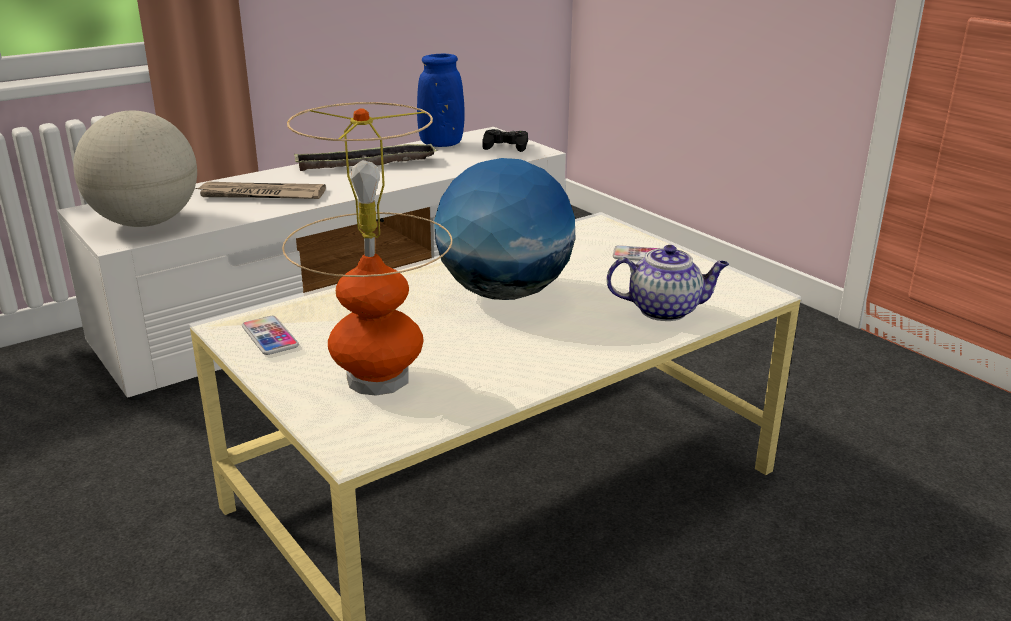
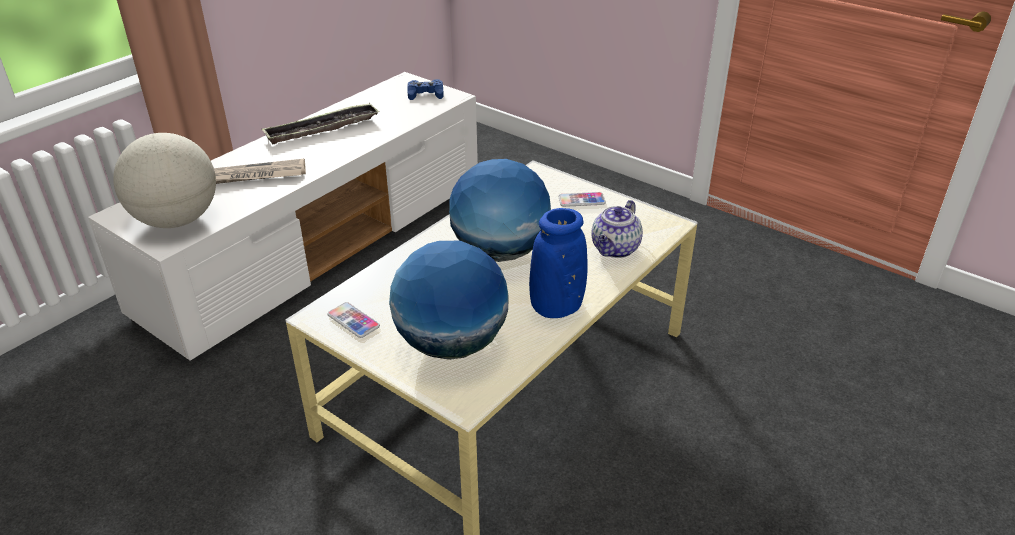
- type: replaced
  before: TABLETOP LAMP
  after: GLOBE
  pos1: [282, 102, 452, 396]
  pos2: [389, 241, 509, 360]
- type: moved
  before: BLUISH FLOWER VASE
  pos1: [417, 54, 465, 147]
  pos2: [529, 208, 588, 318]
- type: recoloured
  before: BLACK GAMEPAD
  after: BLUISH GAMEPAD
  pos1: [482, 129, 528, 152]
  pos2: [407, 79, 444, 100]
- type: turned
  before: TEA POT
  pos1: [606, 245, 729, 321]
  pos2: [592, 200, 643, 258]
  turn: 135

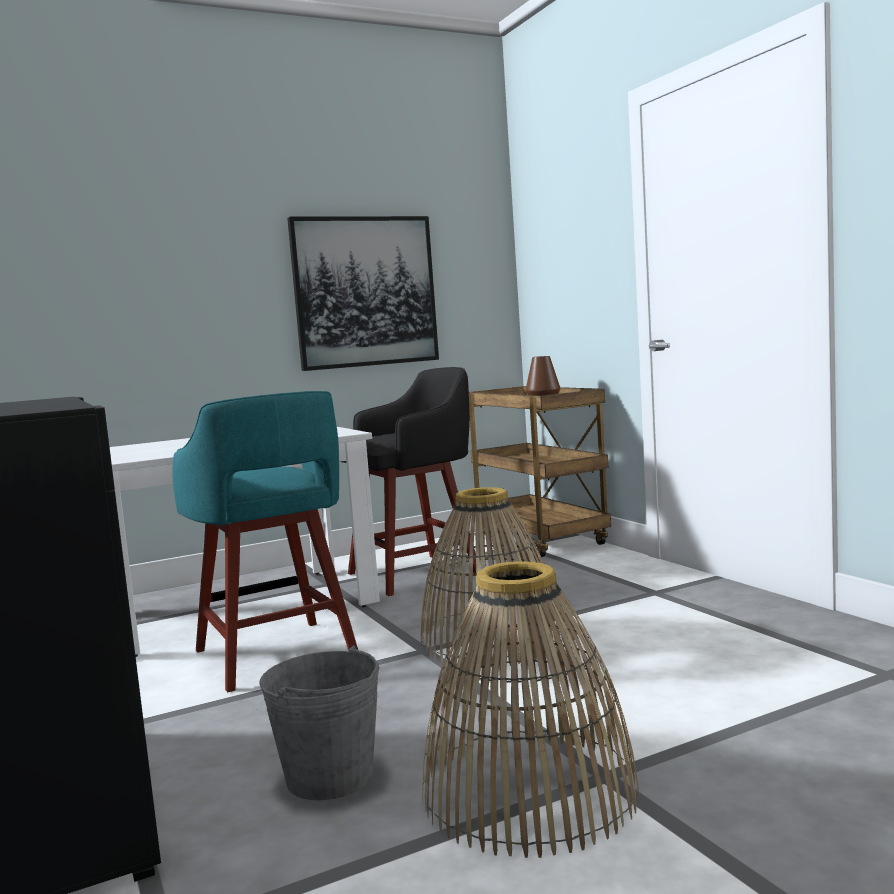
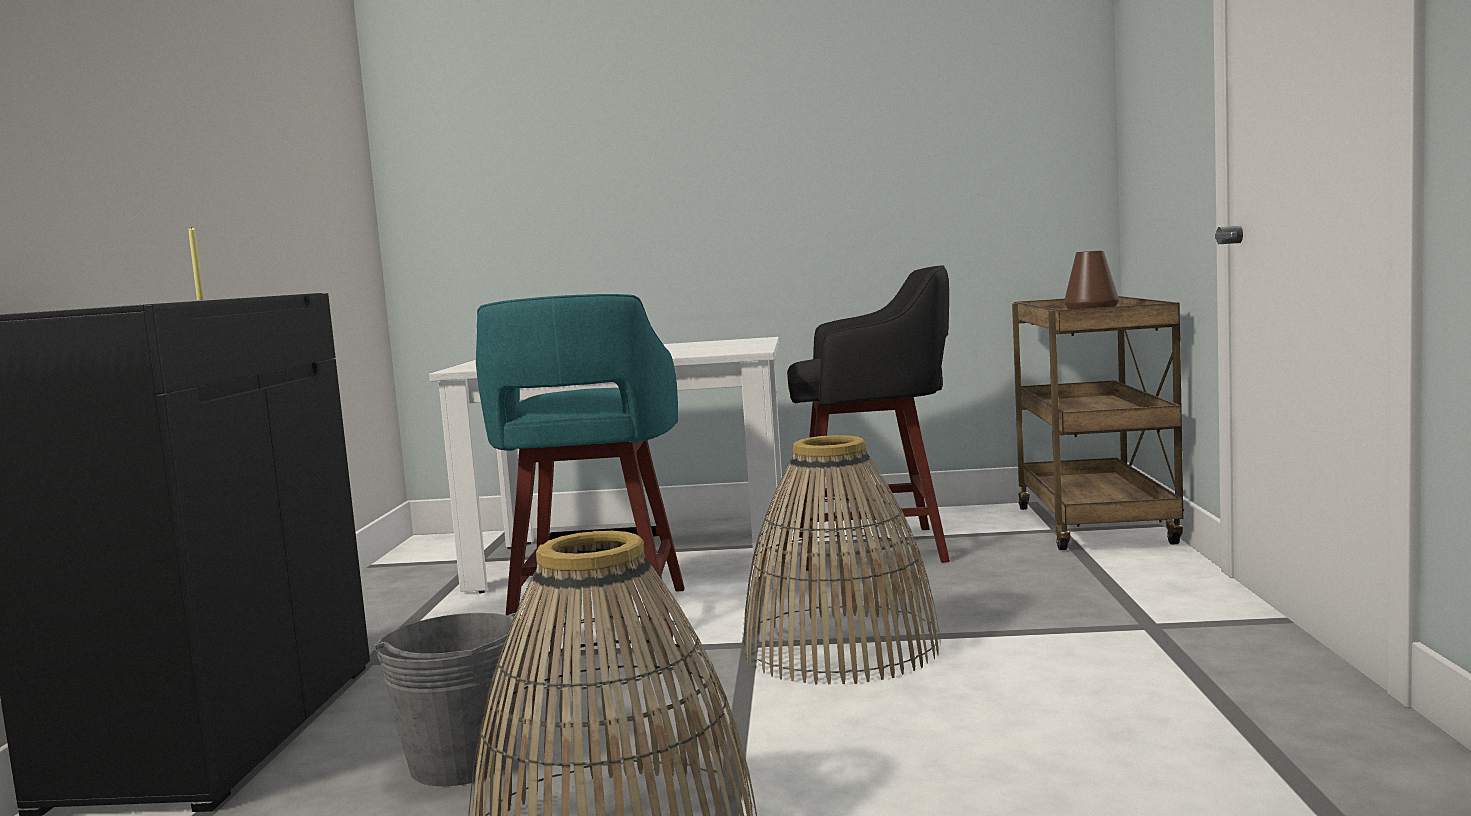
- type: removed
  before: WALL ART
  pos1: [287, 216, 439, 371]
- type: added
  after: YELLOWISH CANDLE
  pos2: [189, 226, 204, 300]

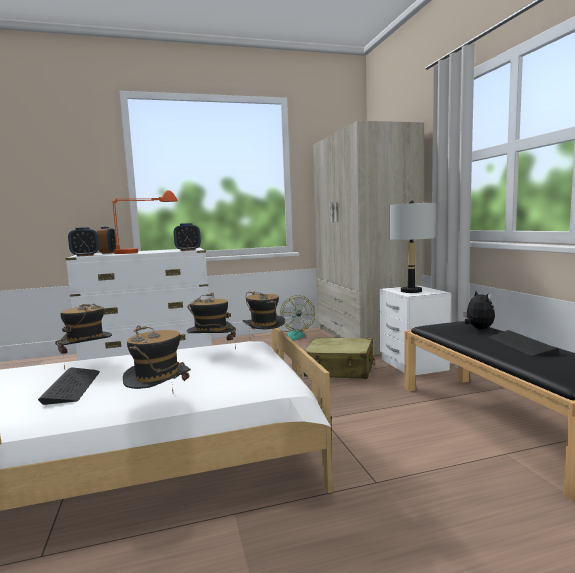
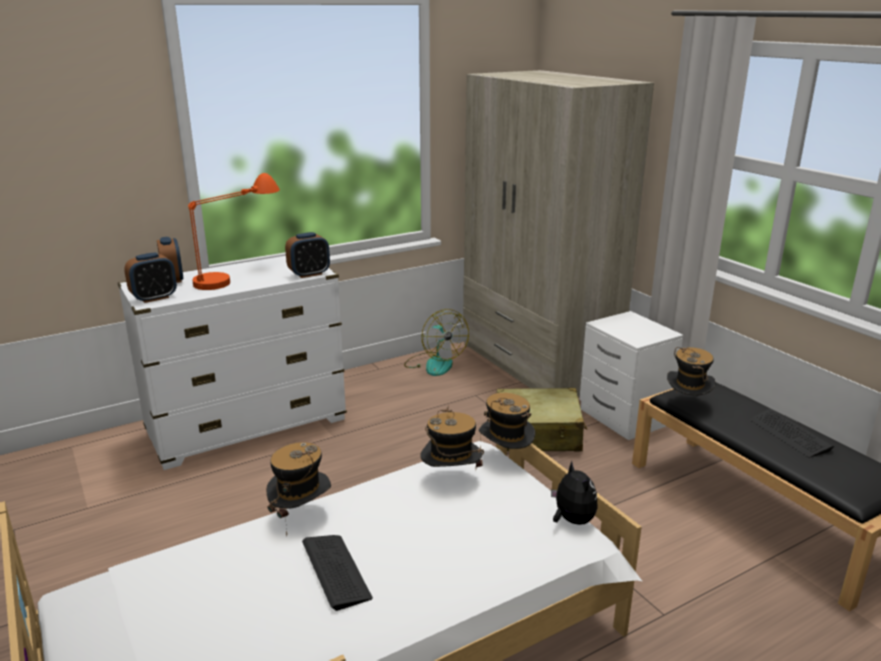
- type: moved
  before: CLOTHING HAT
  pos1: [123, 325, 191, 392]
  pos2: [667, 347, 716, 396]
- type: removed
  before: GRAY TABLETOP LAMP
  pos1: [389, 200, 435, 293]
- type: moved
  before: CUDDLY TOY
  pos1: [463, 291, 495, 329]
  pos2: [551, 461, 598, 525]

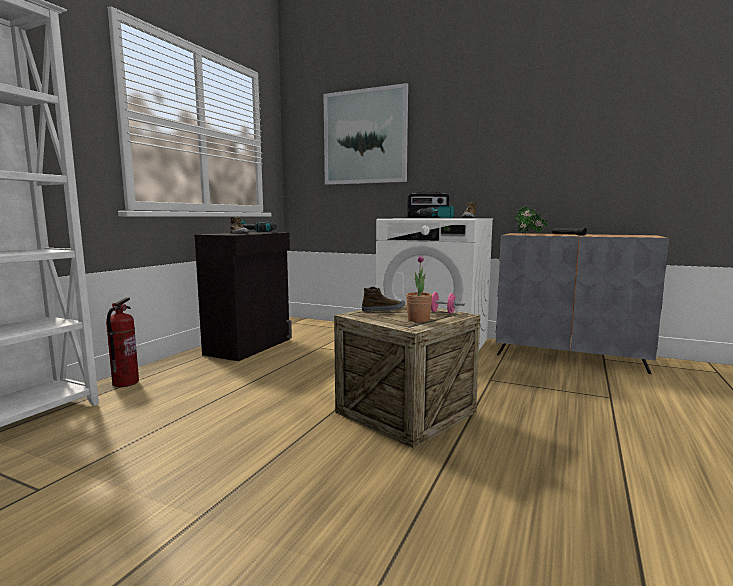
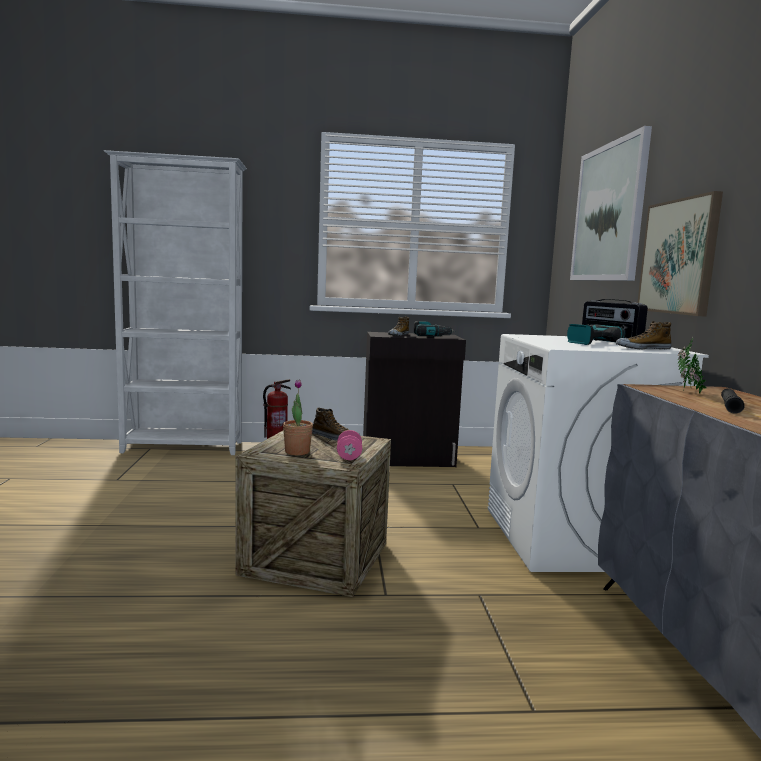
- type: added
  after: WALL ART
  pos2: [637, 191, 723, 316]

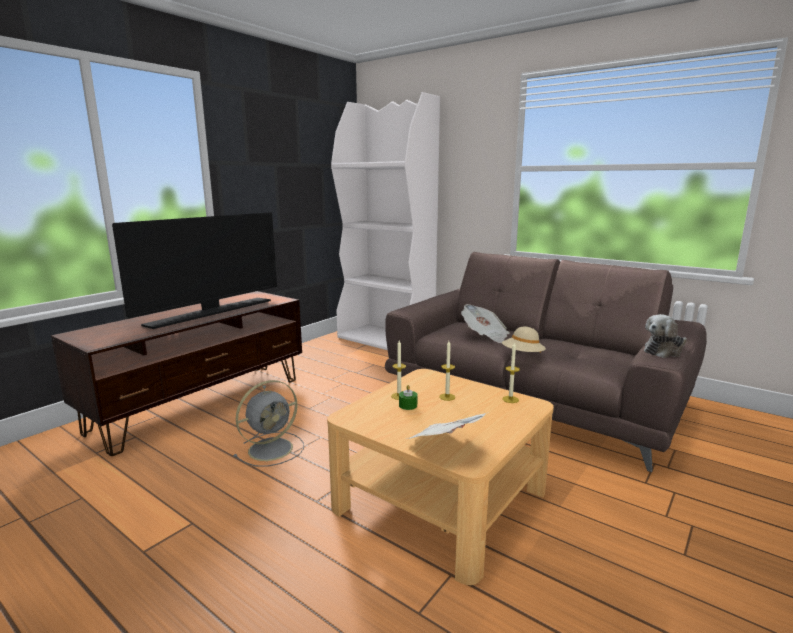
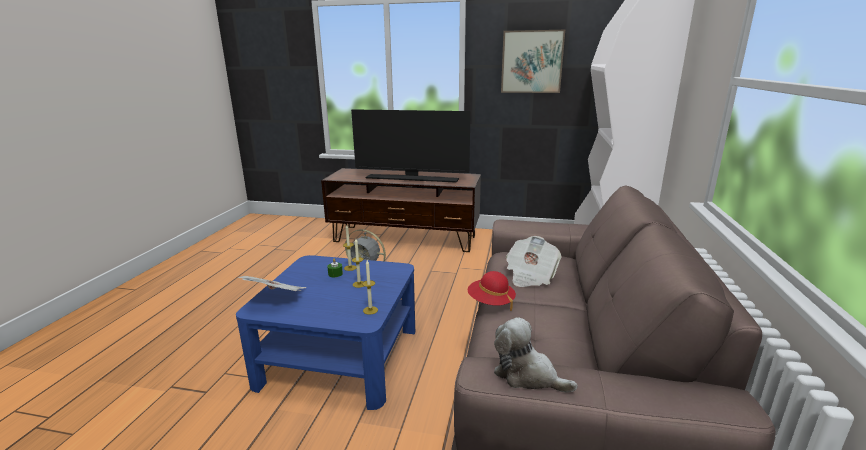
- type: recoloured
  before: BEIGE LOUNGE TABLE
  after: BLUISH LOUNGE TABLE
  pos1: [327, 369, 554, 585]
  pos2: [236, 255, 415, 410]
- type: recoloured
  before: BEIGE CLOTHING HAT
  after: REDDISH CLOTHING HAT
  pos1: [502, 327, 546, 353]
  pos2: [468, 271, 516, 311]
- type: added
  after: WALL ART
  pos2: [501, 30, 565, 93]

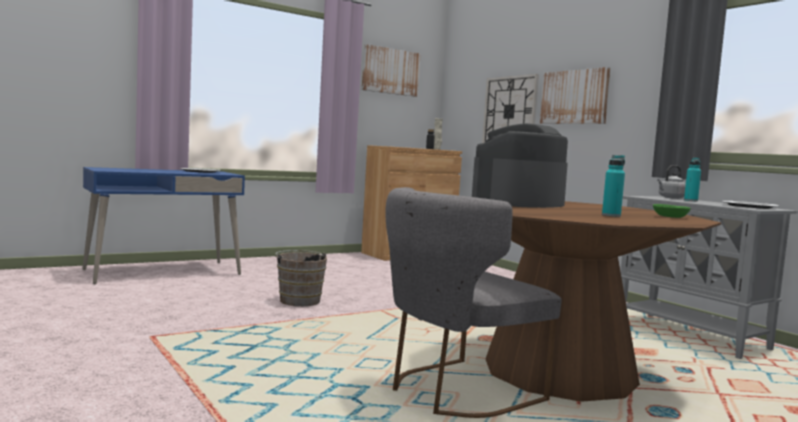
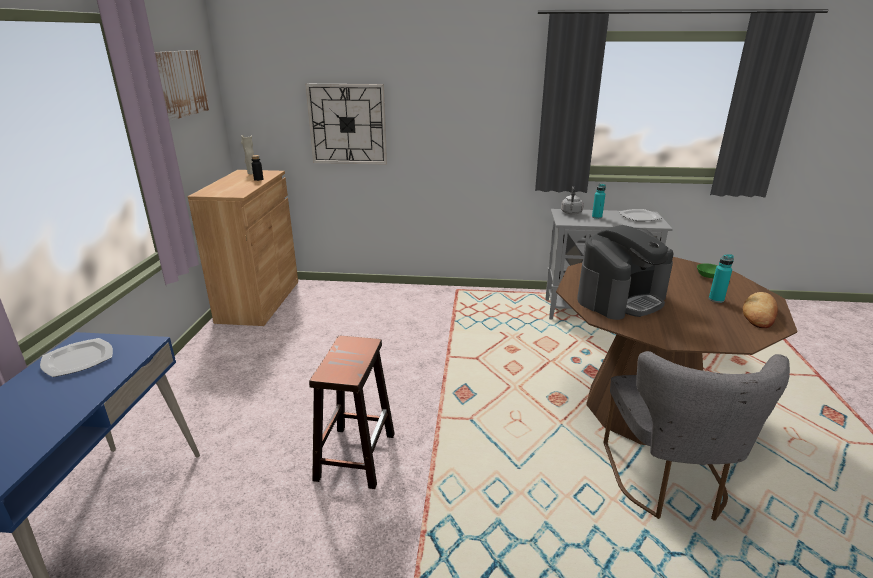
- type: replaced
  before: BROWN-COLOURED WATER BUCKET
  after: BROWN-COLOURED SITTING STOOL
  pos1: [275, 250, 327, 306]
  pos2: [309, 336, 395, 489]
- type: turned
  before: COFFEE MAKER
  pos1: [472, 123, 568, 208]
  pos2: [577, 225, 673, 320]
  turn: -120
- type: removed
  before: WALL ART
  pos1: [540, 67, 611, 124]
- type: added
  after: BREAD
  pos2: [743, 292, 778, 328]

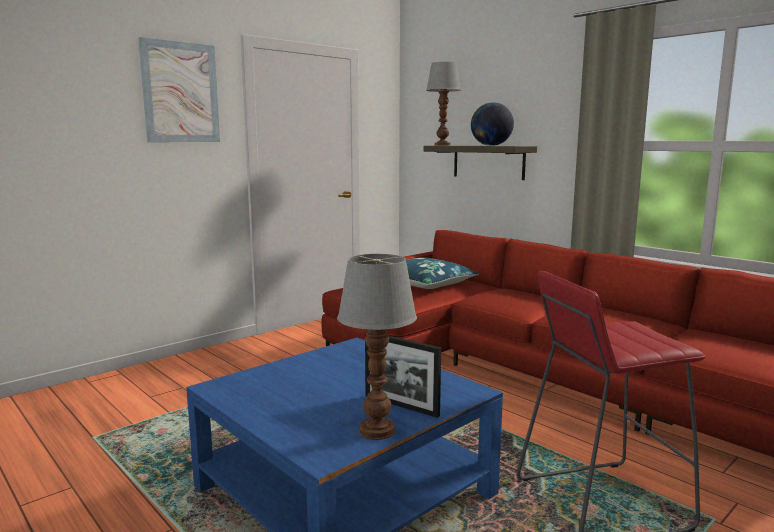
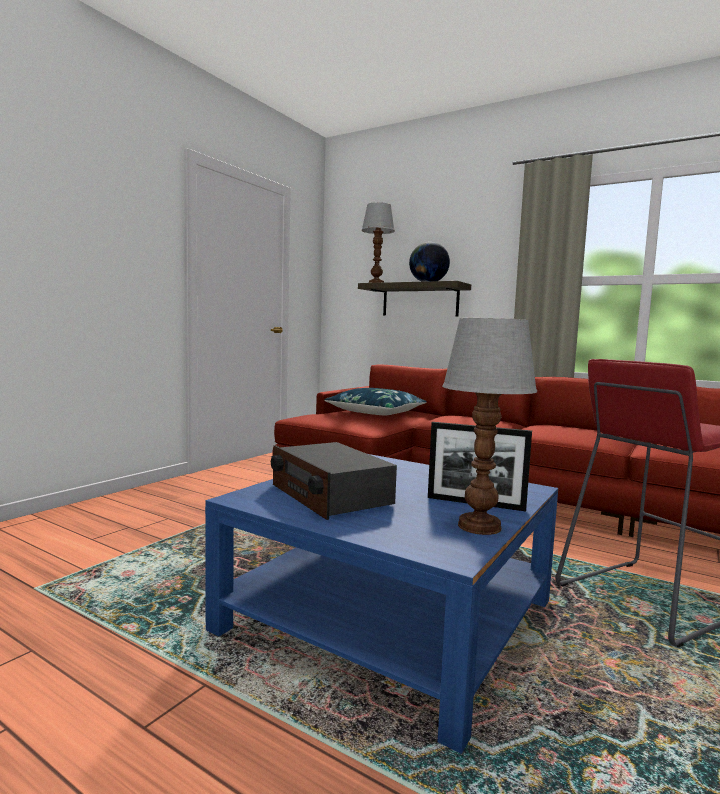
- type: removed
  before: WALL ART
  pos1: [138, 37, 220, 142]
- type: added
  after: RADIO
  pos2: [271, 442, 397, 520]

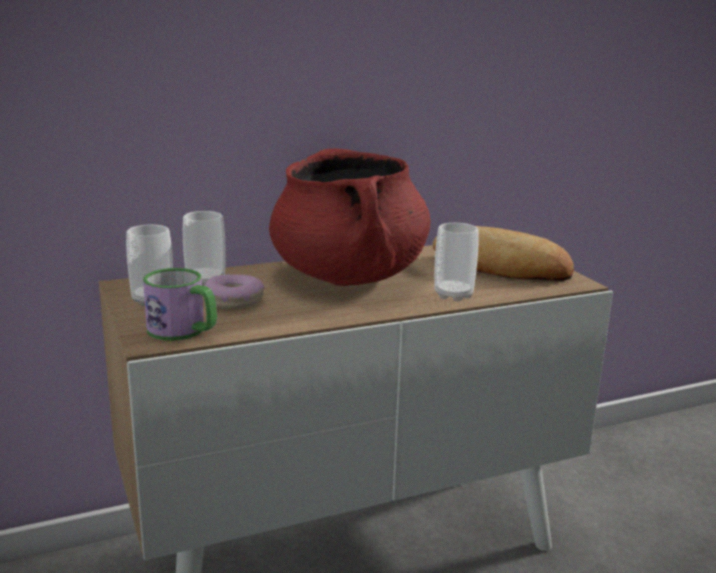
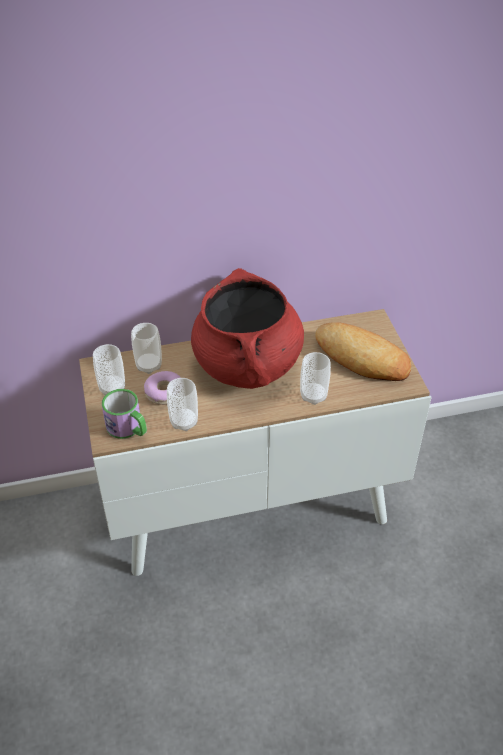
- type: added
  after: DRINKING CUP
  pos2: [167, 378, 198, 431]

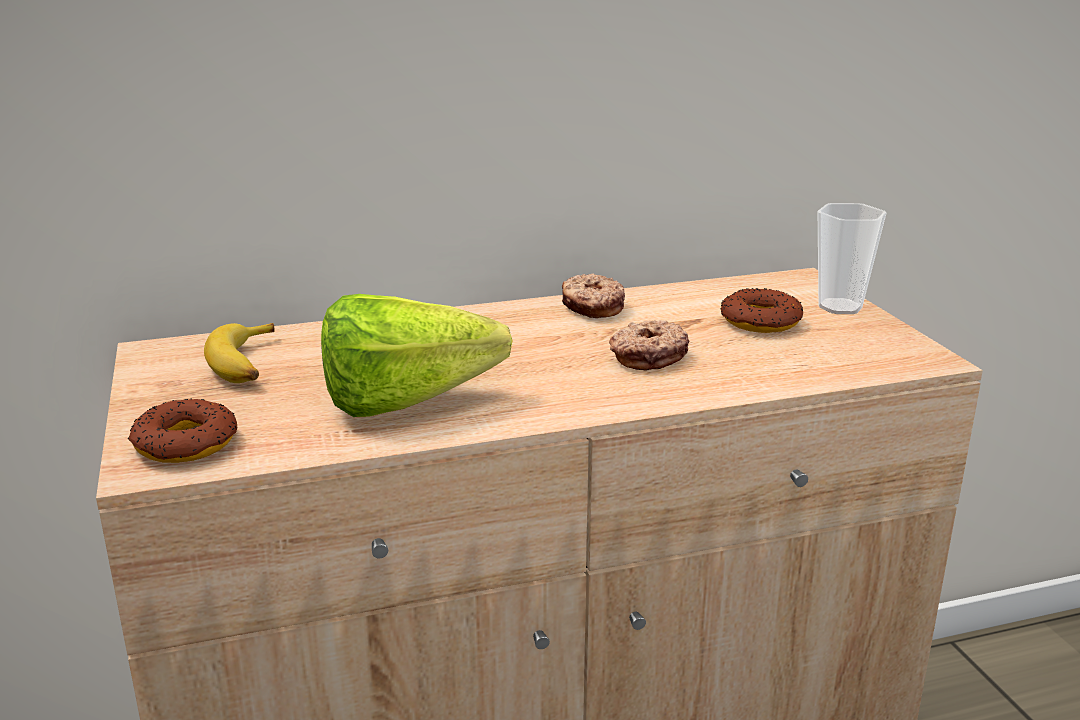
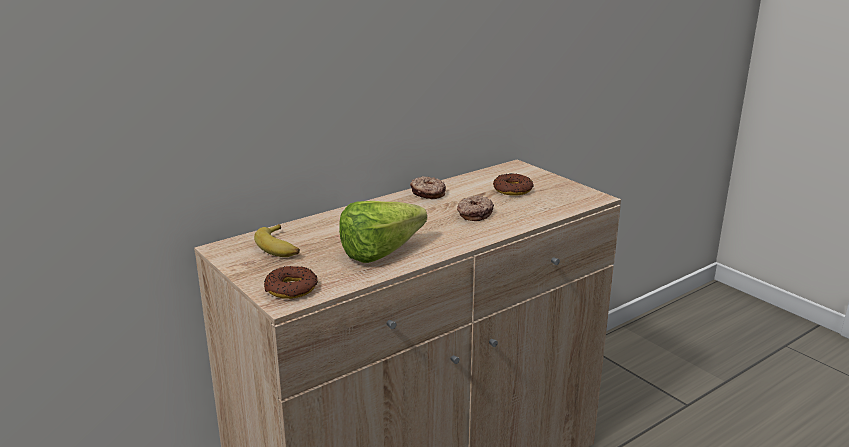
- type: removed
  before: DRINKING CUP
  pos1: [818, 203, 886, 314]

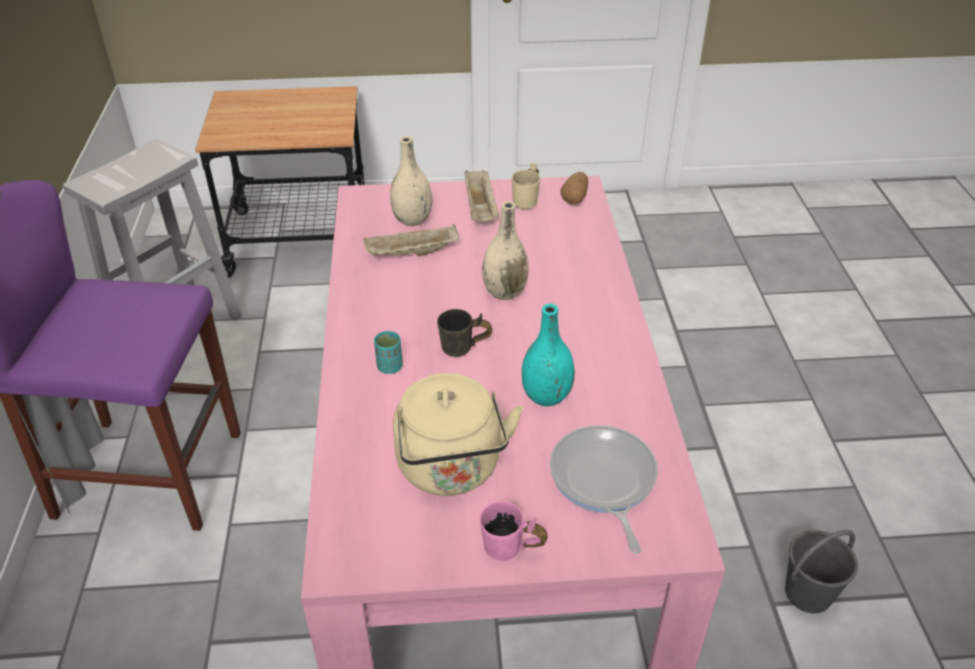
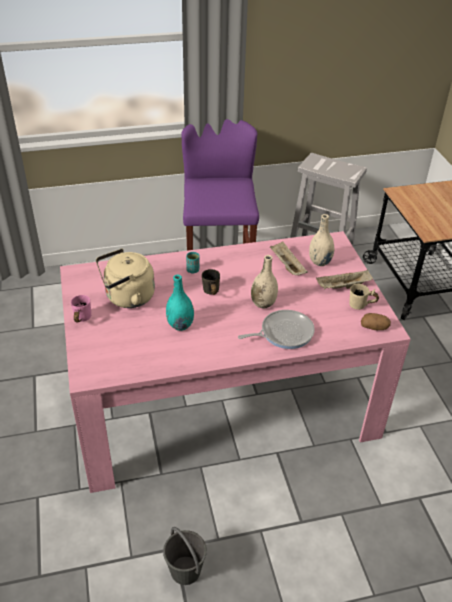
- type: moved
  before: FRYING PAN
  pos1: [550, 425, 658, 554]
  pos2: [238, 310, 315, 349]

